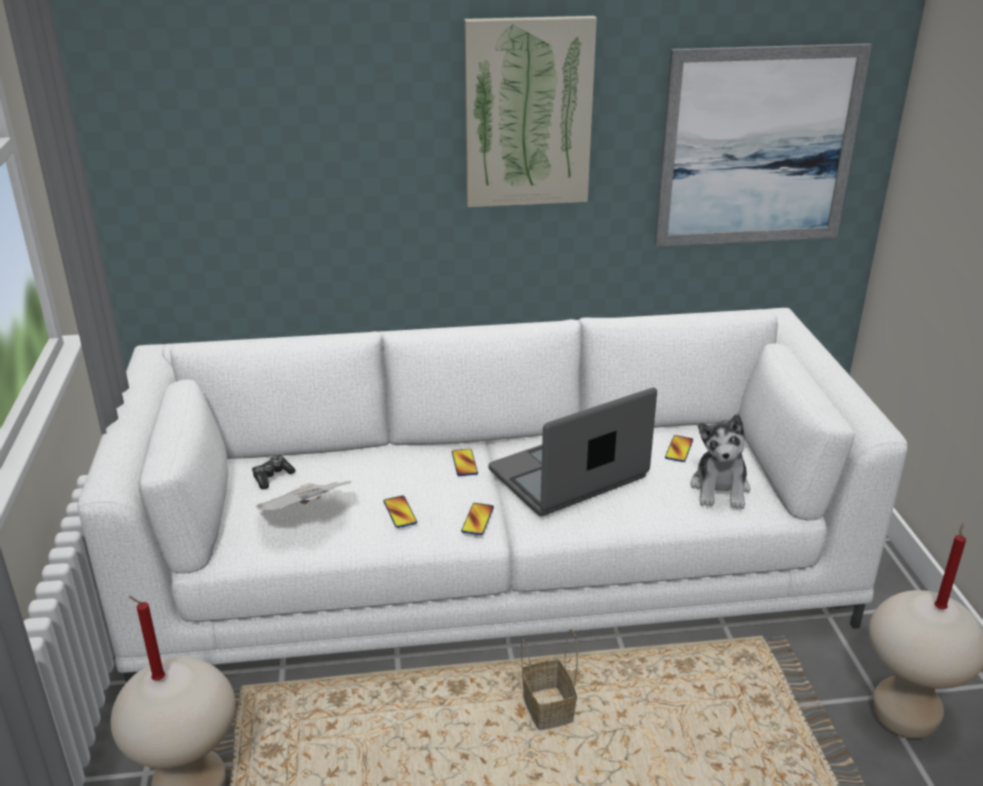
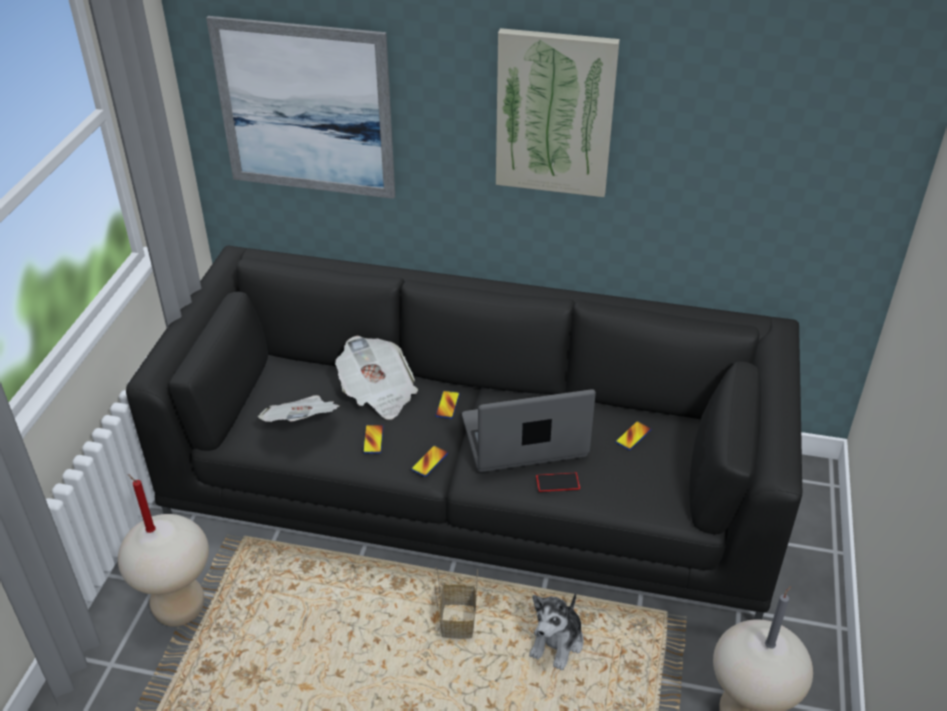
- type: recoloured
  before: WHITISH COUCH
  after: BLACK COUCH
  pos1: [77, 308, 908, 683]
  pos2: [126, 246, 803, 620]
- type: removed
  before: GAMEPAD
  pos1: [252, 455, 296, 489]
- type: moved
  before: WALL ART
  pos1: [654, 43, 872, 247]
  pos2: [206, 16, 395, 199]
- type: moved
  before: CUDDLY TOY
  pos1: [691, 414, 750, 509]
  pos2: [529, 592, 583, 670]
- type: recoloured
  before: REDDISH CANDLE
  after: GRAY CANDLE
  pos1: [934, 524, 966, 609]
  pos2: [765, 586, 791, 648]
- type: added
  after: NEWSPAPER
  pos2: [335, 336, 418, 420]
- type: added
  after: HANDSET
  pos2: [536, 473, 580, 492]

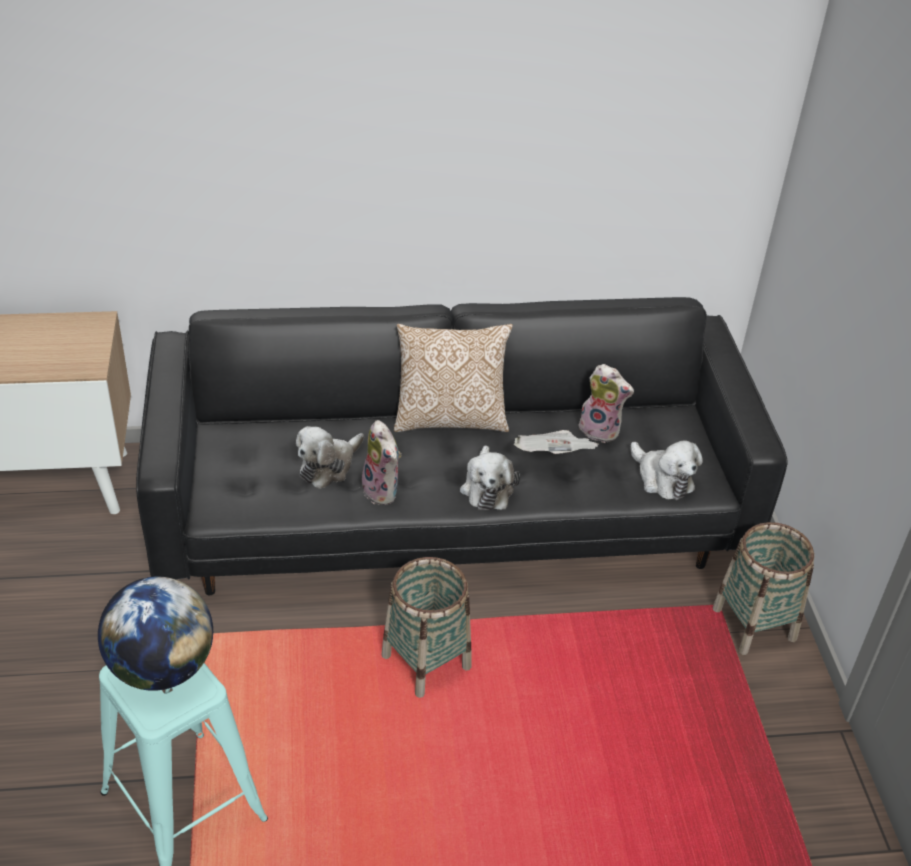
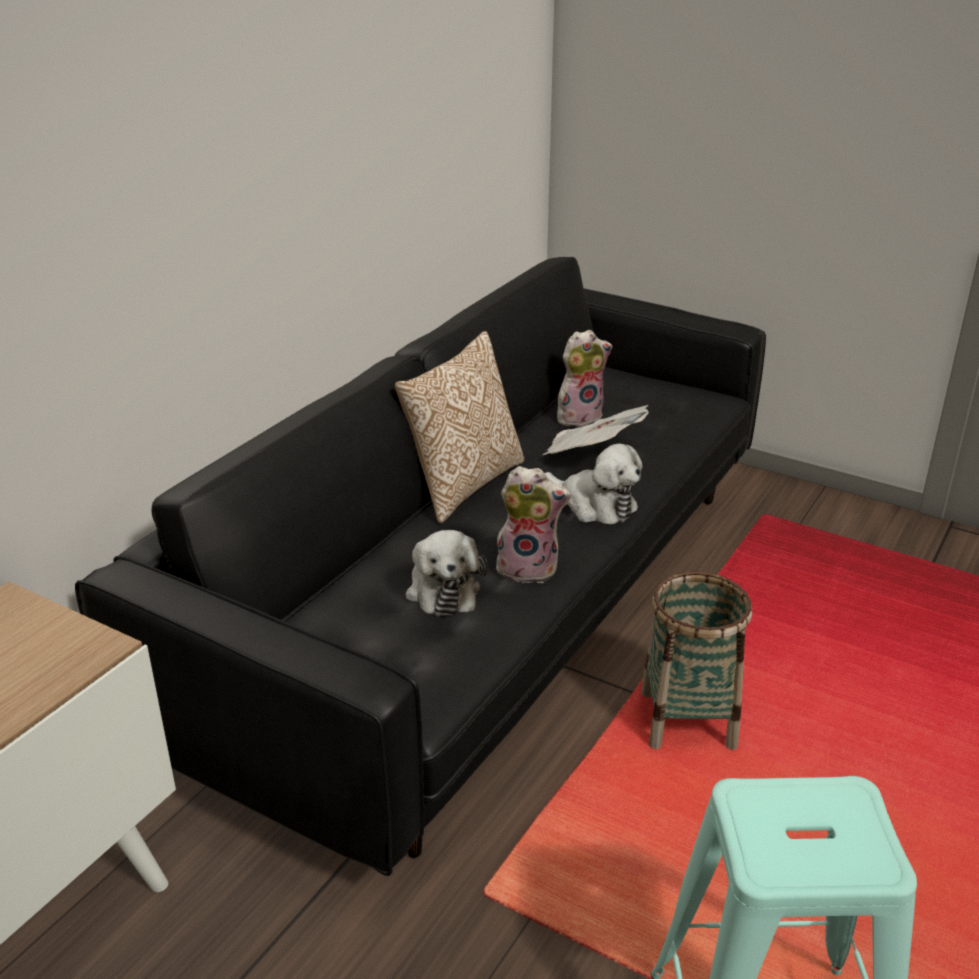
- type: removed
  before: GLOBE
  pos1: [98, 577, 213, 691]
- type: removed
  before: CUDDLY TOY
  pos1: [631, 441, 703, 500]
- type: removed
  before: BASKET
  pos1: [713, 522, 814, 655]

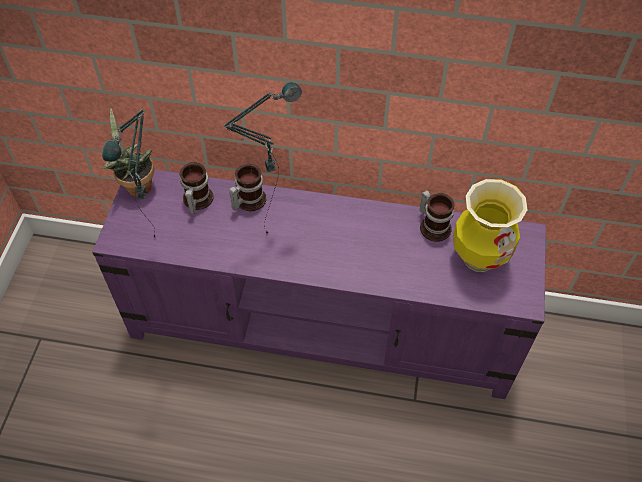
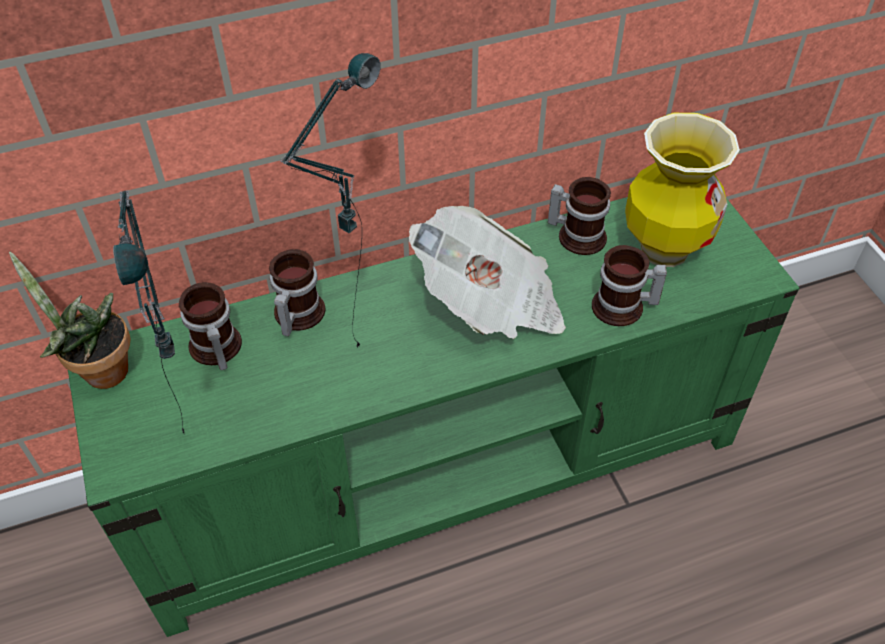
- type: recoloured
  before: PURPLE TV STAND
  after: GREENISH TV STAND
  pos1: [92, 169, 546, 399]
  pos2: [68, 197, 799, 637]
- type: added
  after: NEWSPAPER
  pos2: [409, 206, 566, 339]
- type: added
  after: TEA MUG
  pos2: [592, 245, 667, 326]

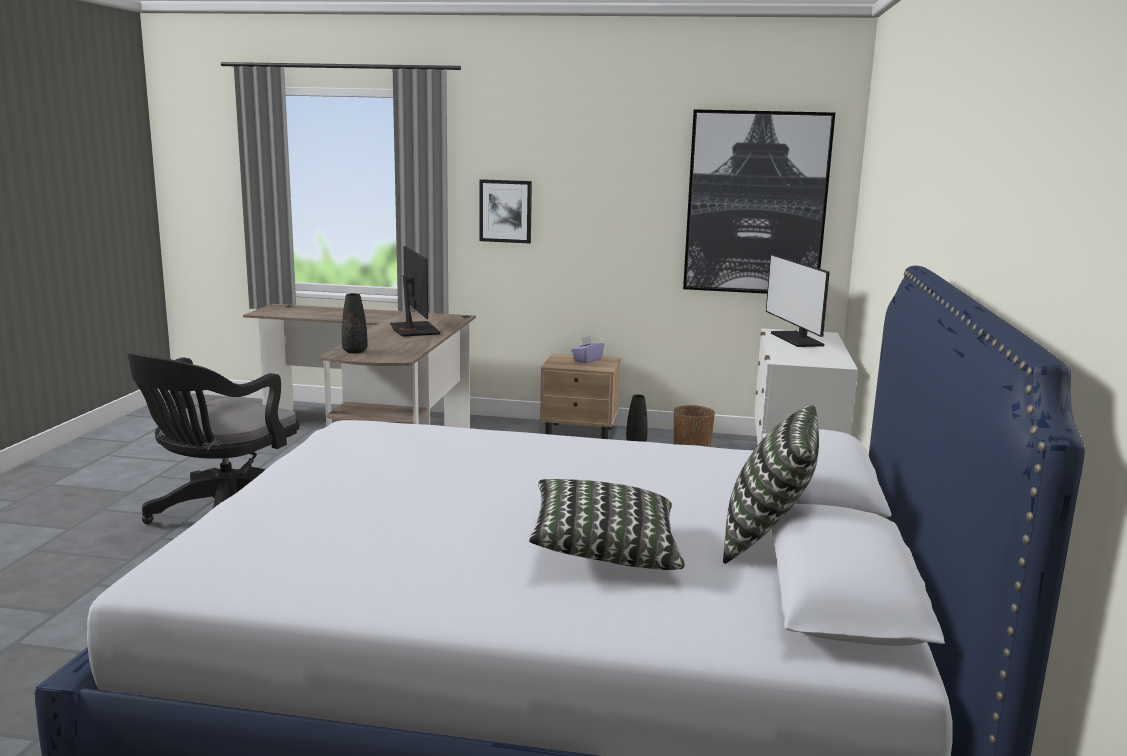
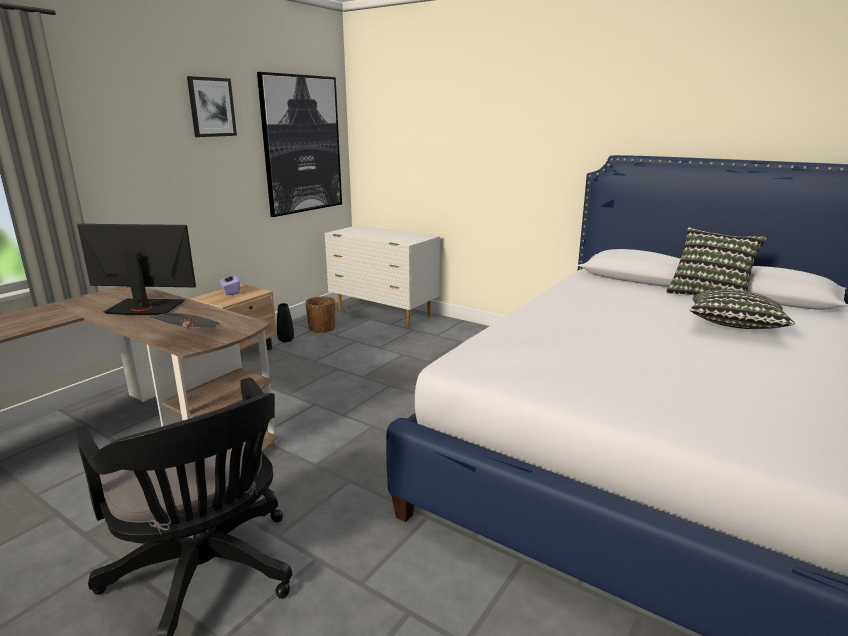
- type: replaced
  before: BLACK FLOWER VASE
  after: NEWSPAPER
  pos1: [342, 293, 367, 353]
  pos2: [149, 313, 220, 328]
- type: moved
  before: WALL ART
  pos1: [480, 179, 532, 243]
  pos2: [187, 76, 237, 137]
- type: removed
  before: MONITOR
  pos1: [766, 254, 830, 347]

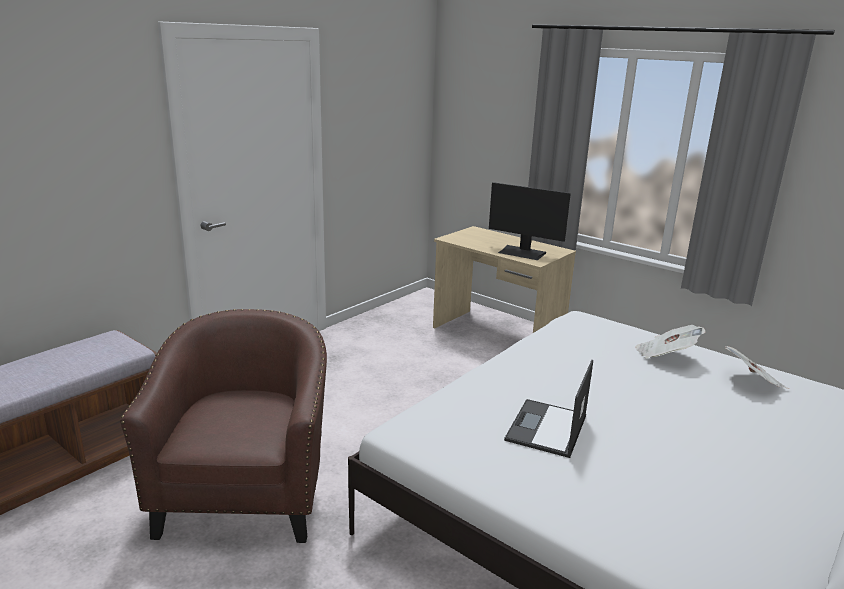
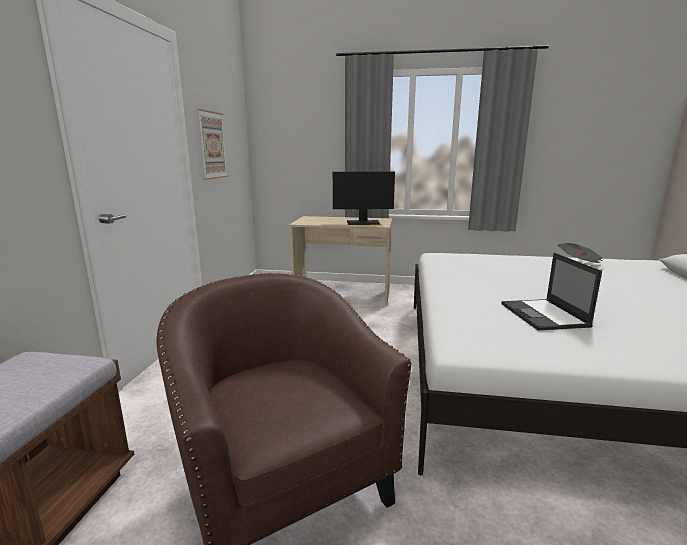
- type: removed
  before: NEWSPAPER
  pos1: [635, 325, 705, 358]
- type: added
  after: WALL ART
  pos2: [197, 109, 228, 180]

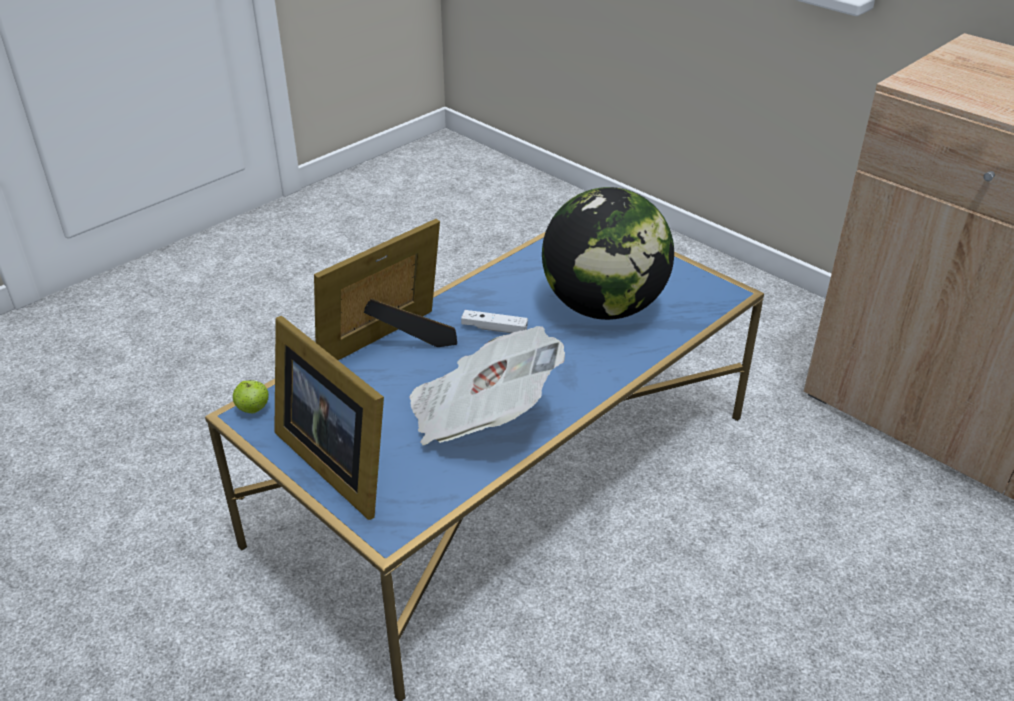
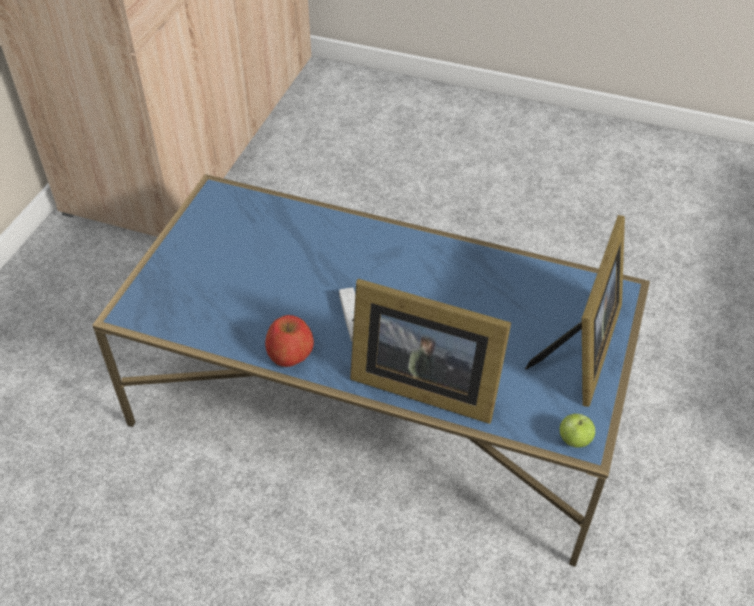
- type: removed
  before: NEWSPAPER
  pos1: [409, 326, 565, 445]
- type: removed
  before: GLOBE
  pos1: [542, 187, 674, 320]
- type: added
  after: WHOLE APPLE
  pos2: [265, 315, 314, 367]

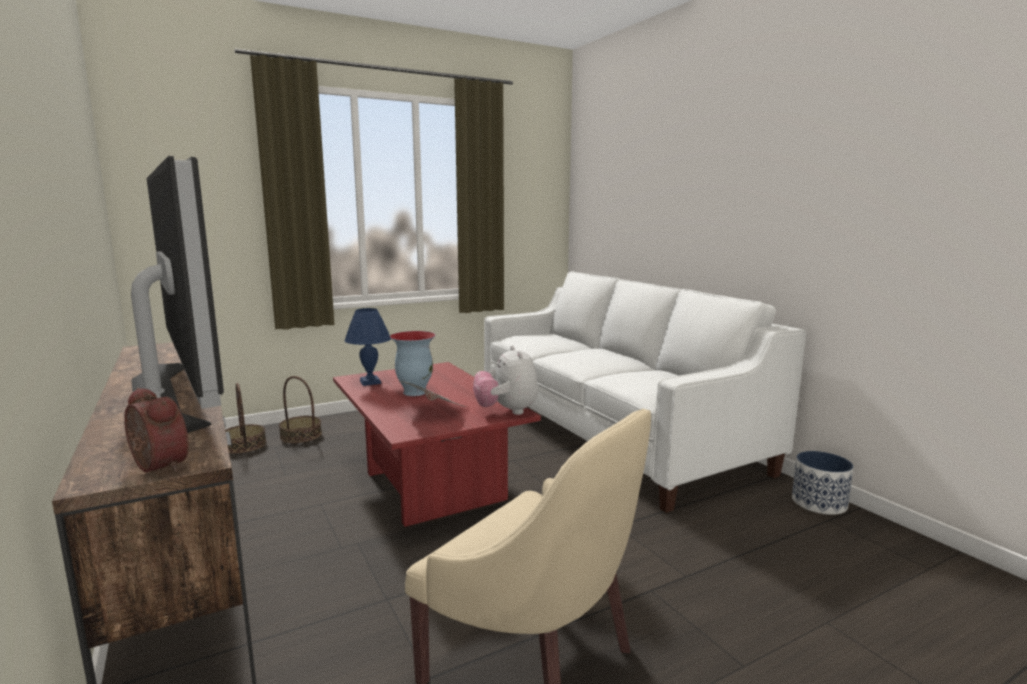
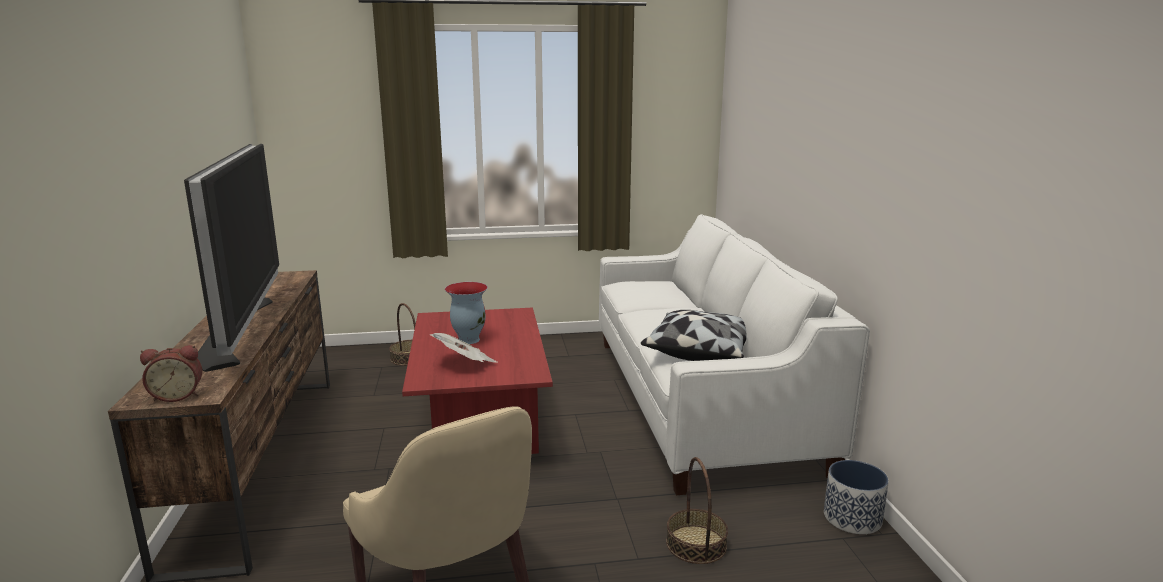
- type: turned
  before: TABLE CLOCK
  pos1: [124, 388, 189, 472]
  pos2: [140, 345, 202, 402]
  turn: 105
- type: moved
  before: BASKET
  pos1: [225, 383, 266, 453]
  pos2: [666, 457, 728, 564]
- type: removed
  before: BLUISH TABLETOP LAMP
  pos1: [345, 308, 391, 386]
- type: removed
  before: CUDDLY TOY
  pos1: [473, 345, 538, 415]
- type: added
  after: CUSHION
  pos2: [641, 310, 747, 361]

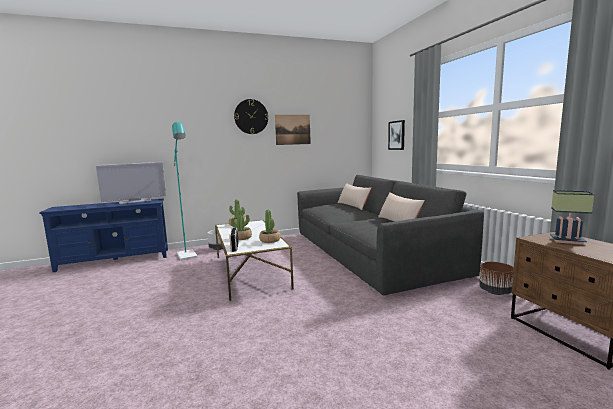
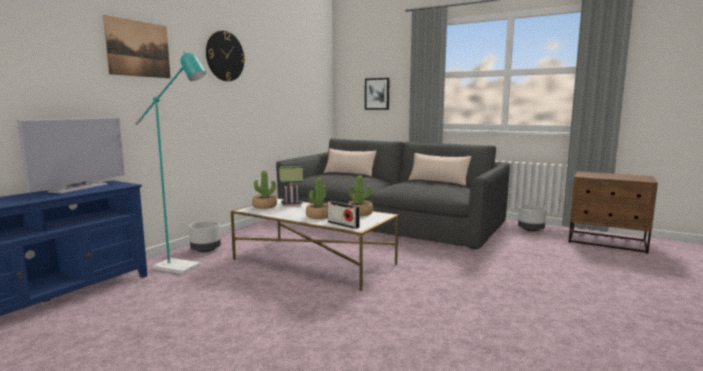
- type: moved
  before: WALL ART
  pos1: [275, 115, 311, 145]
  pos2: [103, 15, 170, 78]
- type: recoloured
  before: BROWN-COLOURED PLANTER
  after: GRAY PLANTER
  pos1: [479, 262, 514, 295]
  pos2: [518, 205, 546, 231]
- type: moved
  before: TABLETOP LAMP
  pos1: [550, 190, 594, 245]
  pos2: [279, 165, 303, 207]

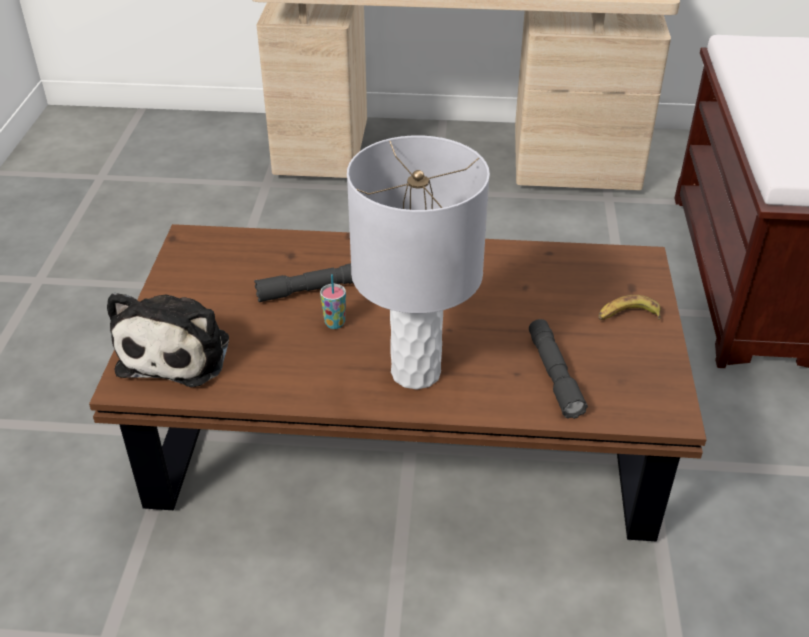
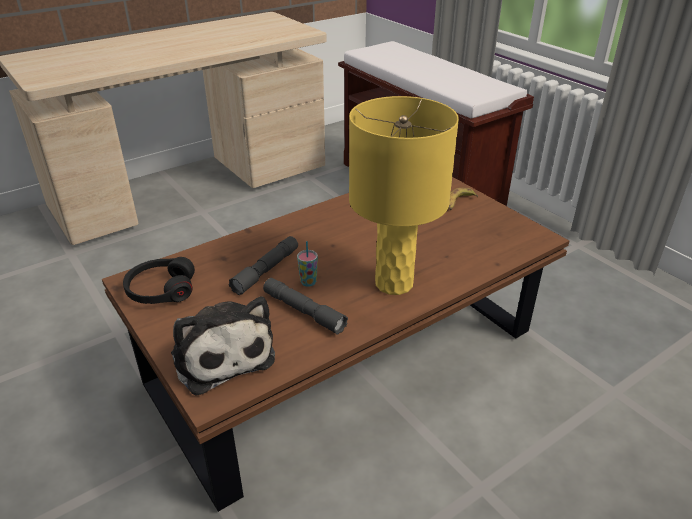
- type: recoloured
  before: GRAY TABLETOP LAMP
  after: YELLOWISH TABLETOP LAMP
  pos1: [347, 136, 490, 390]
  pos2: [349, 96, 459, 295]
- type: moved
  before: GRAY TORCH
  pos1: [529, 319, 588, 419]
  pos2: [263, 278, 348, 334]
- type: added
  after: BLACK HEADSET
  pos2: [123, 257, 195, 304]

